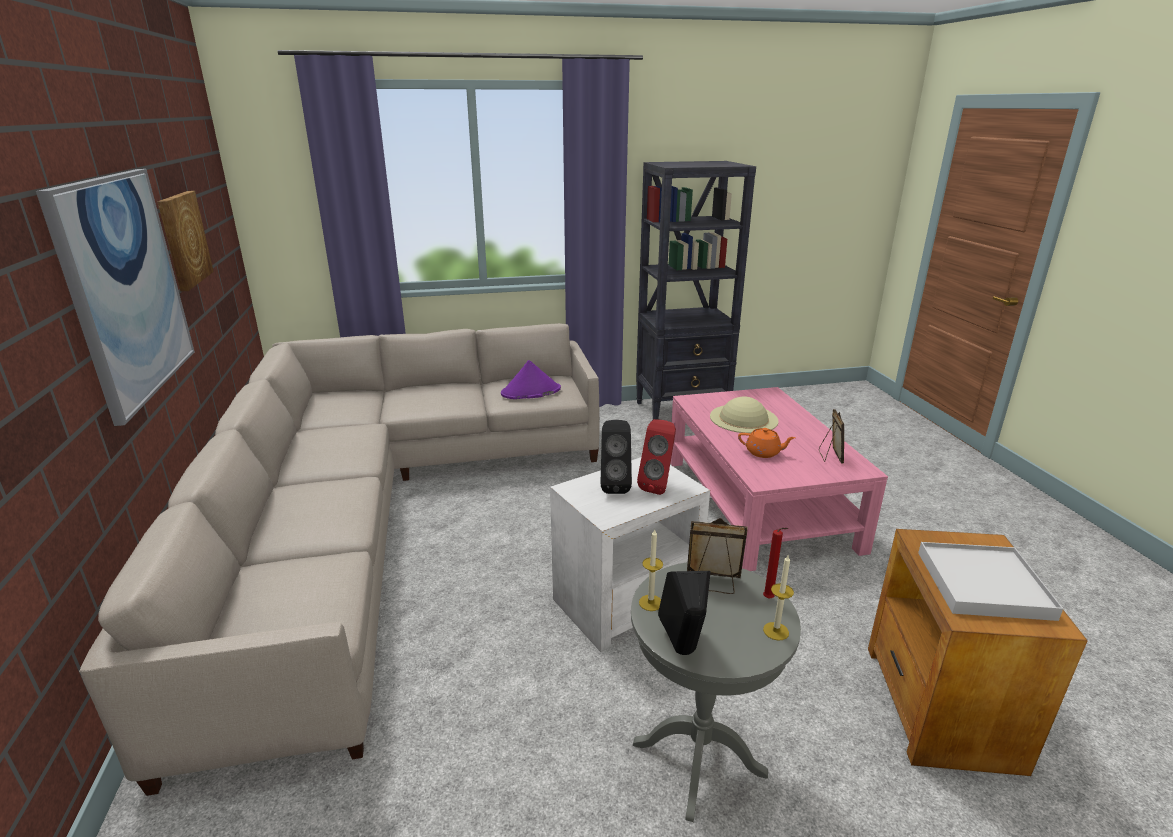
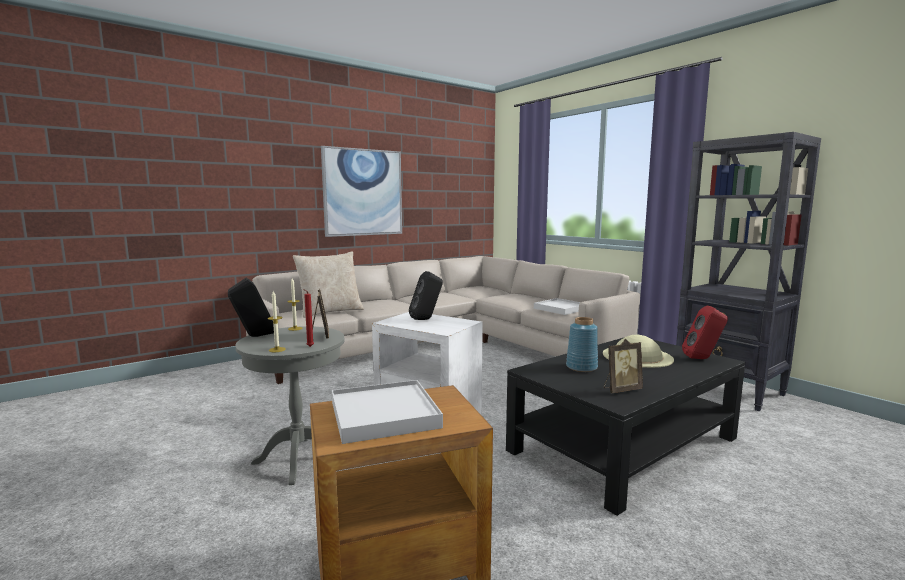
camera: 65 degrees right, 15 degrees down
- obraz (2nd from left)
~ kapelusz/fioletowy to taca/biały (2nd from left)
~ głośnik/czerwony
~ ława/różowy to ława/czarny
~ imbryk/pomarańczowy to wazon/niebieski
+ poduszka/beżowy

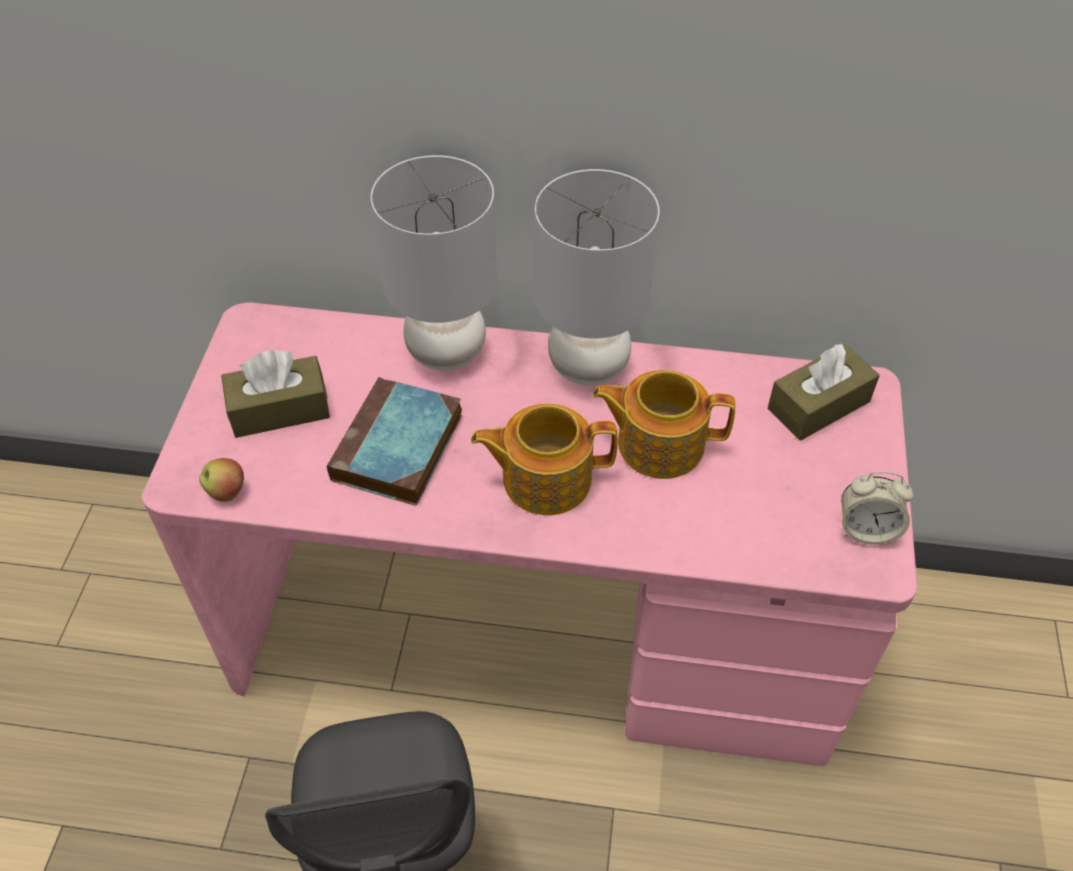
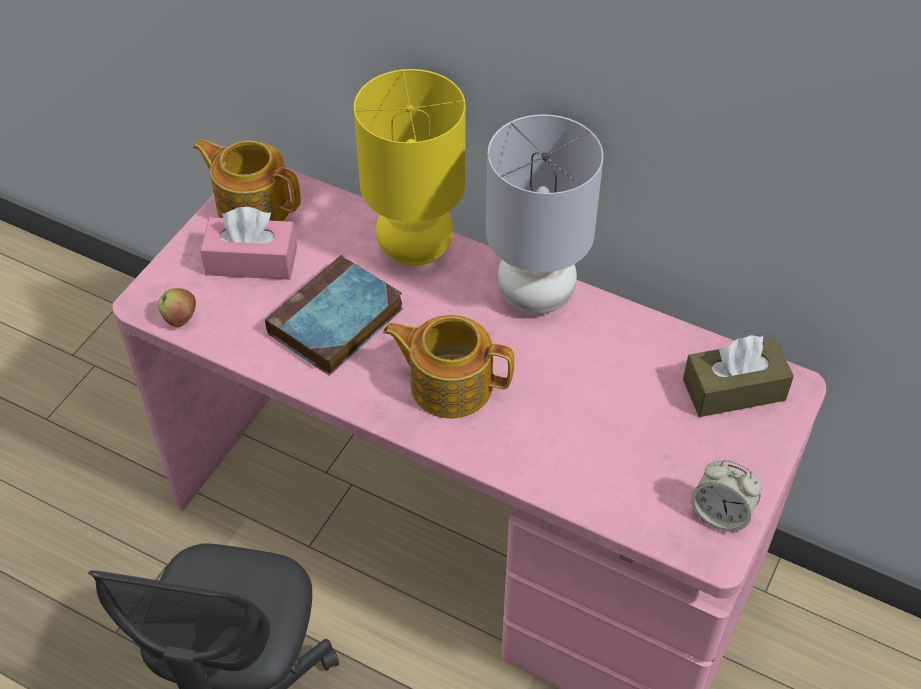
camera: 20 degrees right, 0 degrees up
~ pudełko chusteczek/brązowy (1st from left) to pudełko chusteczek/różowy
~ lampa stołowa/szary (1st from left) to lampa stołowa/żółty
~ imbryk (2nd from left in the first image) to imbryk (1st from left)

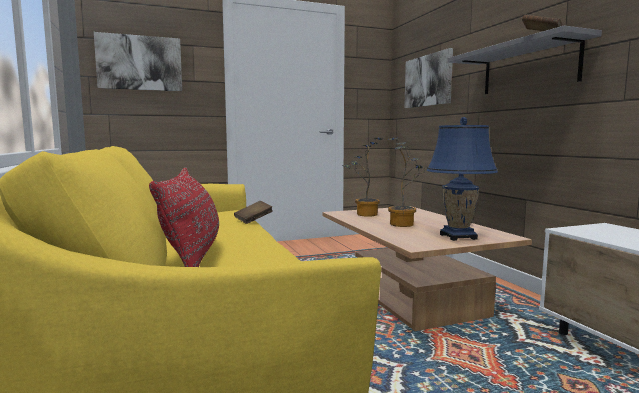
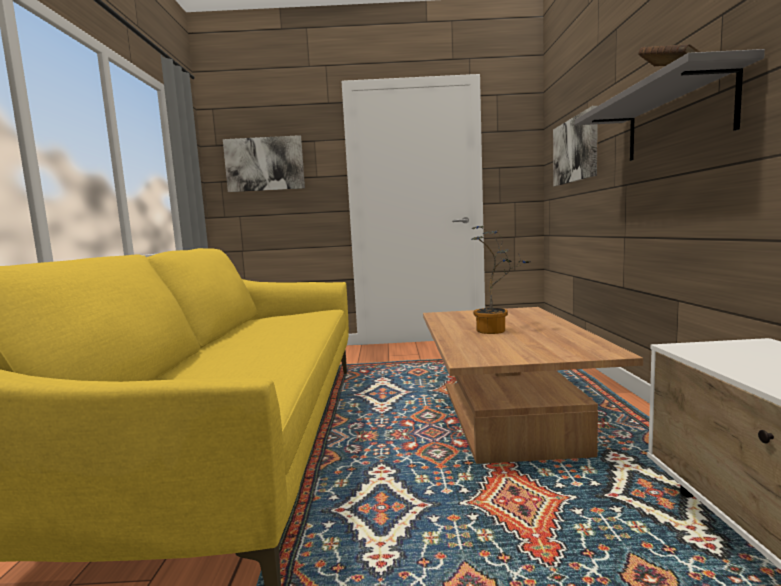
camera: 20 degrees right, 0 degrees up
- poduszka/czerwony
- książka/brązowy (1st from left)
- roślina doniczkowa (1st from left)
- lampa stołowa/niebieski

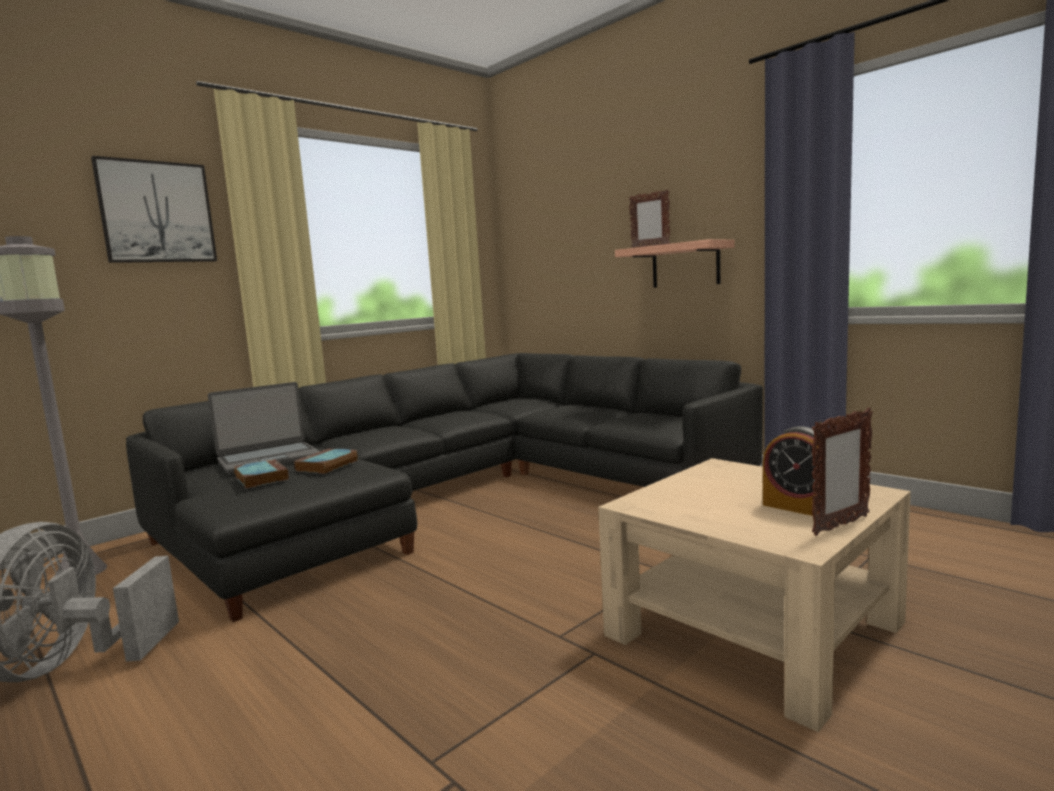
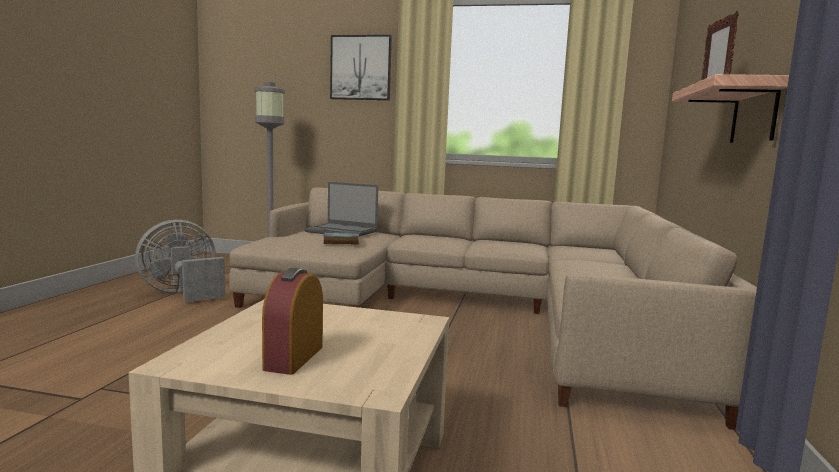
camera: 55 degrees right, 0 degrees up
~ kanapa/czarny to kanapa/beżowy
- książka (1st from left)
- ramka na zdjęcie (2nd from left)

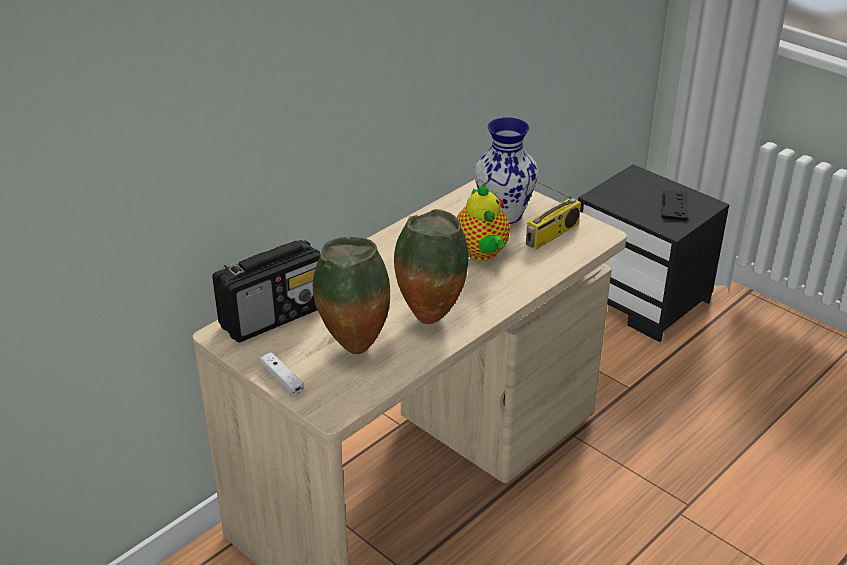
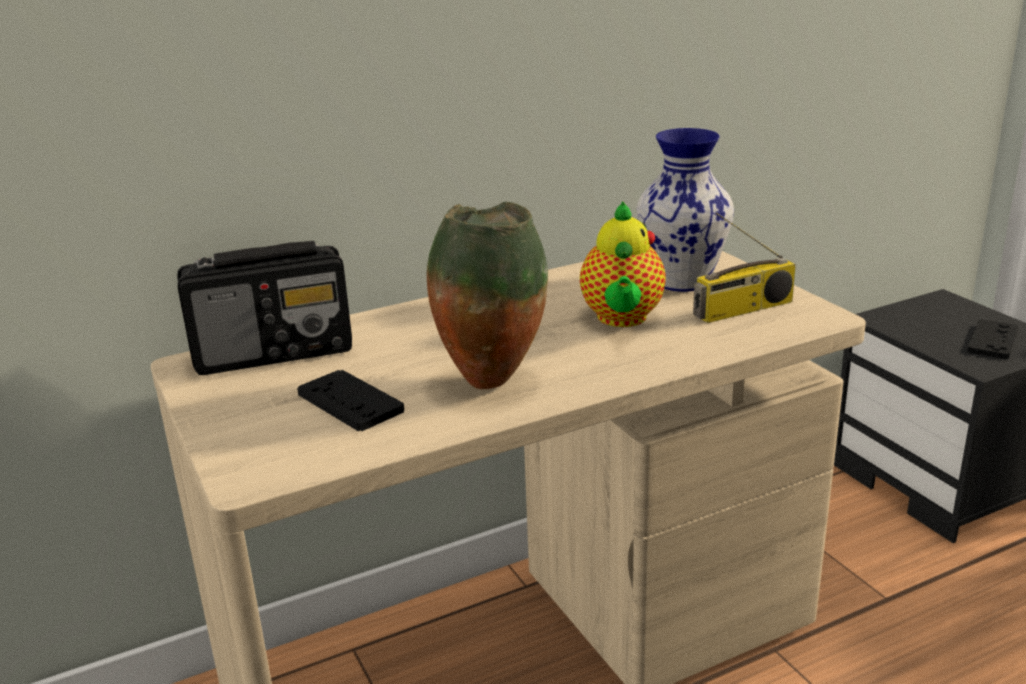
camera: 20 degrees right, 10 degrees down
- pad do gier/biały
~ wazon (1st from left) to pad do gier/czarny (1st from left)

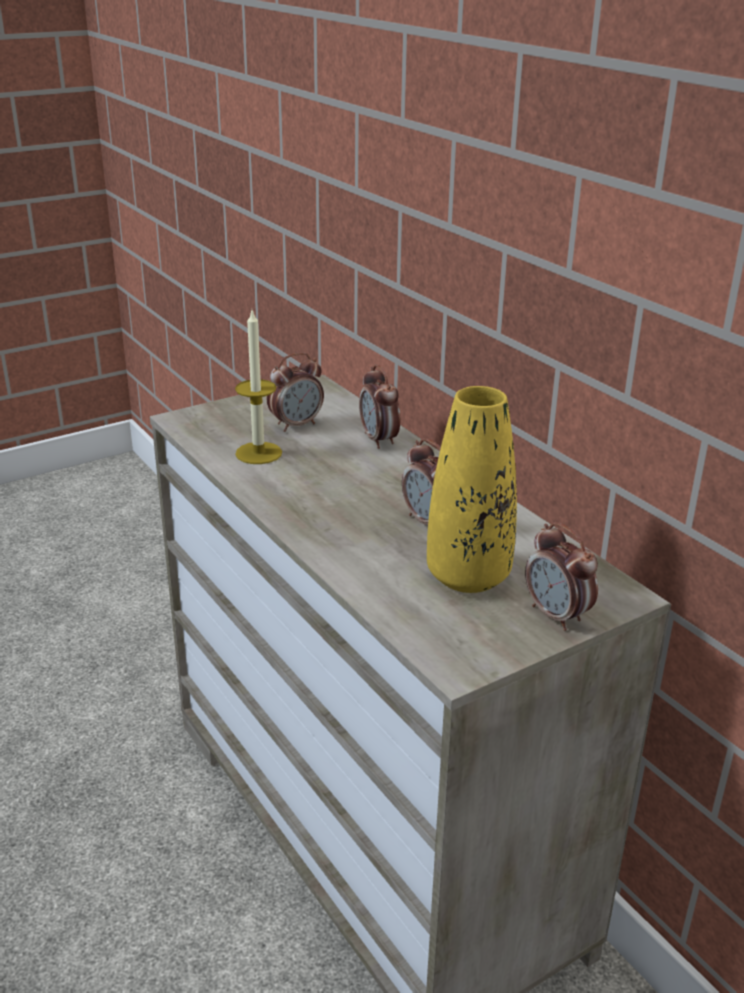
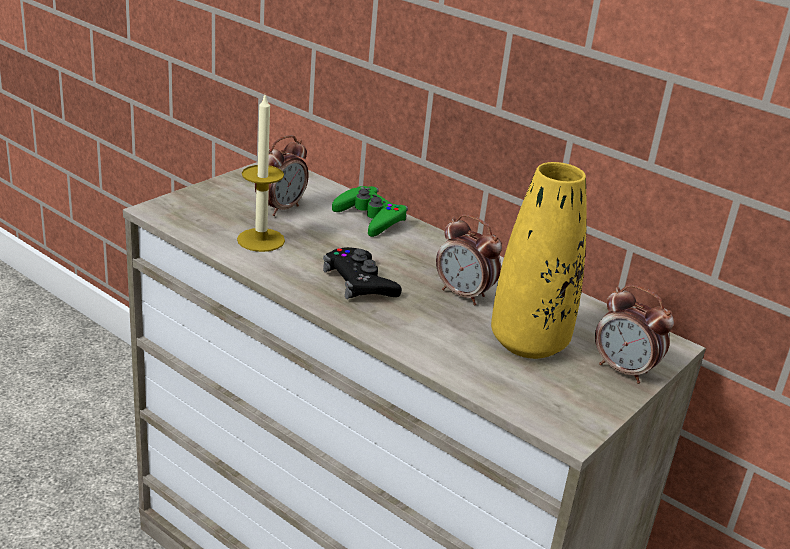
camera: 20 degrees left, 0 degrees up
~ budzik (2nd from left) to pad do gier/zielony
+ pad do gier/czarny

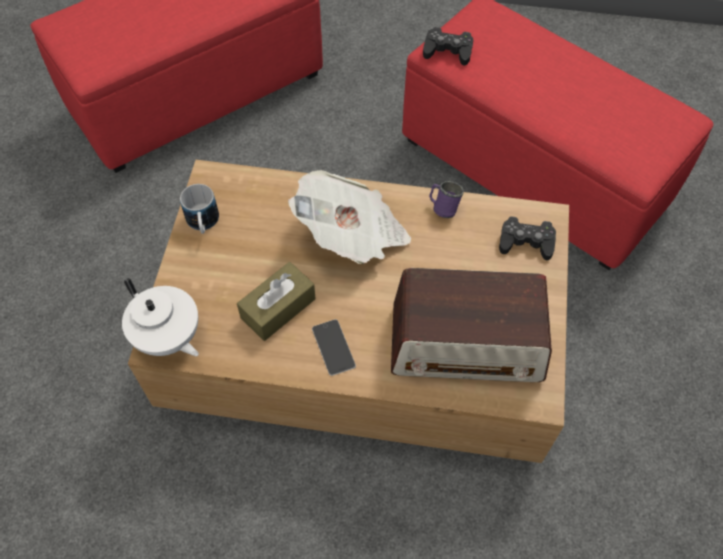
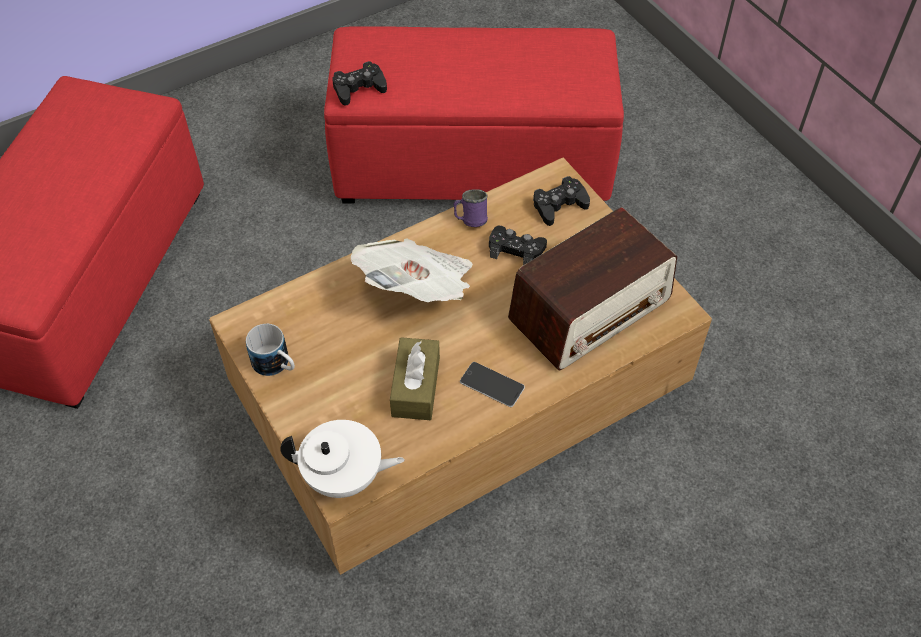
camera: 40 degrees left, 5 degrees down
+ pad do gier/czarny (2nd from left)

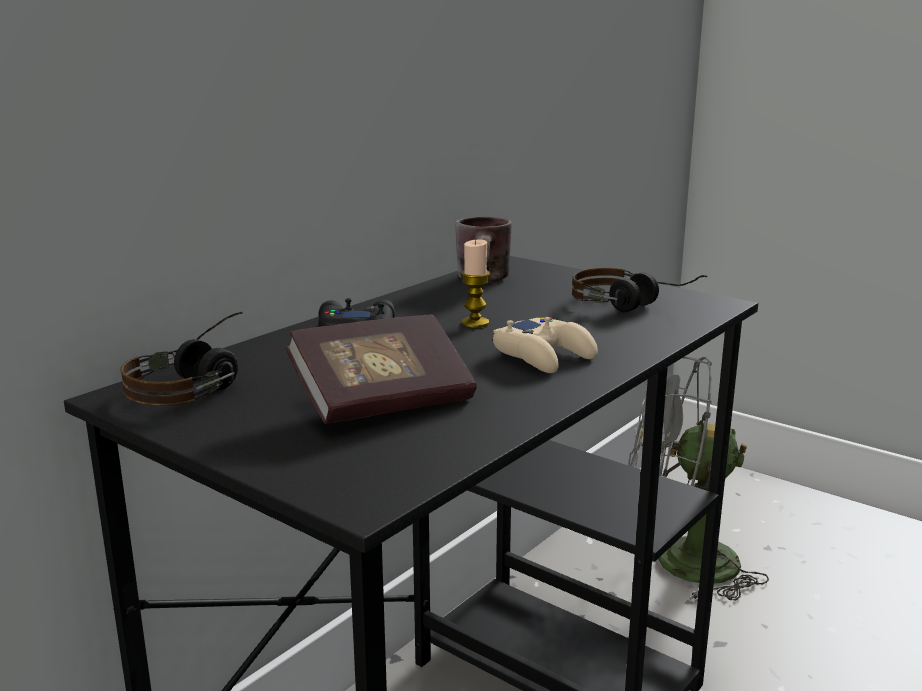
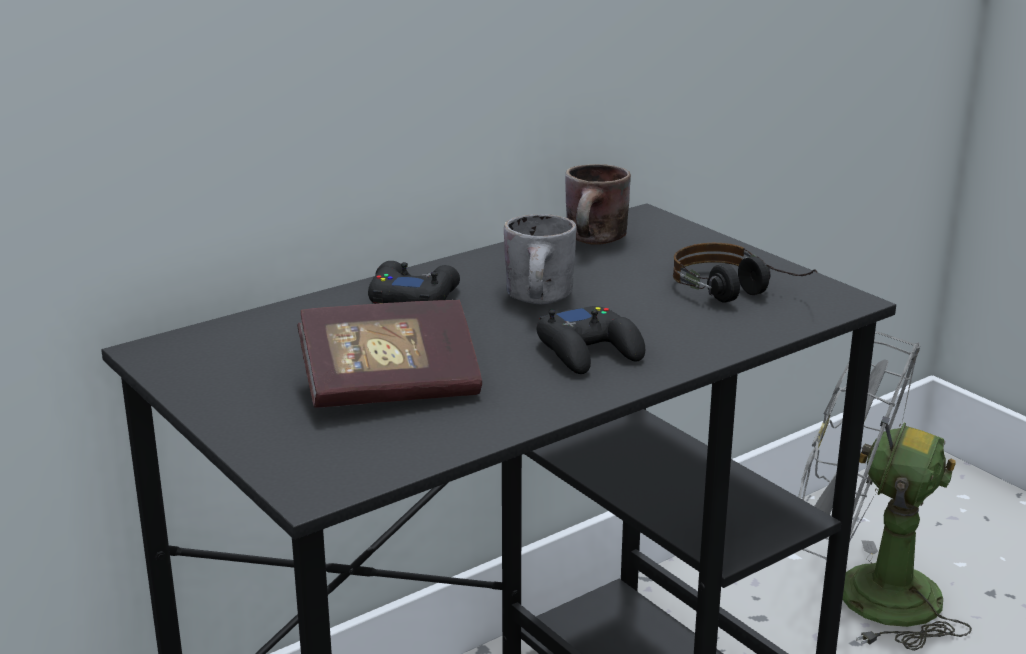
camera: 15 degrees right, 5 degrees up
- słuchawki (1st from left)
~ świeca to kubek/szary
~ pad do gier/beżowy to pad do gier/czarny (2nd from left)

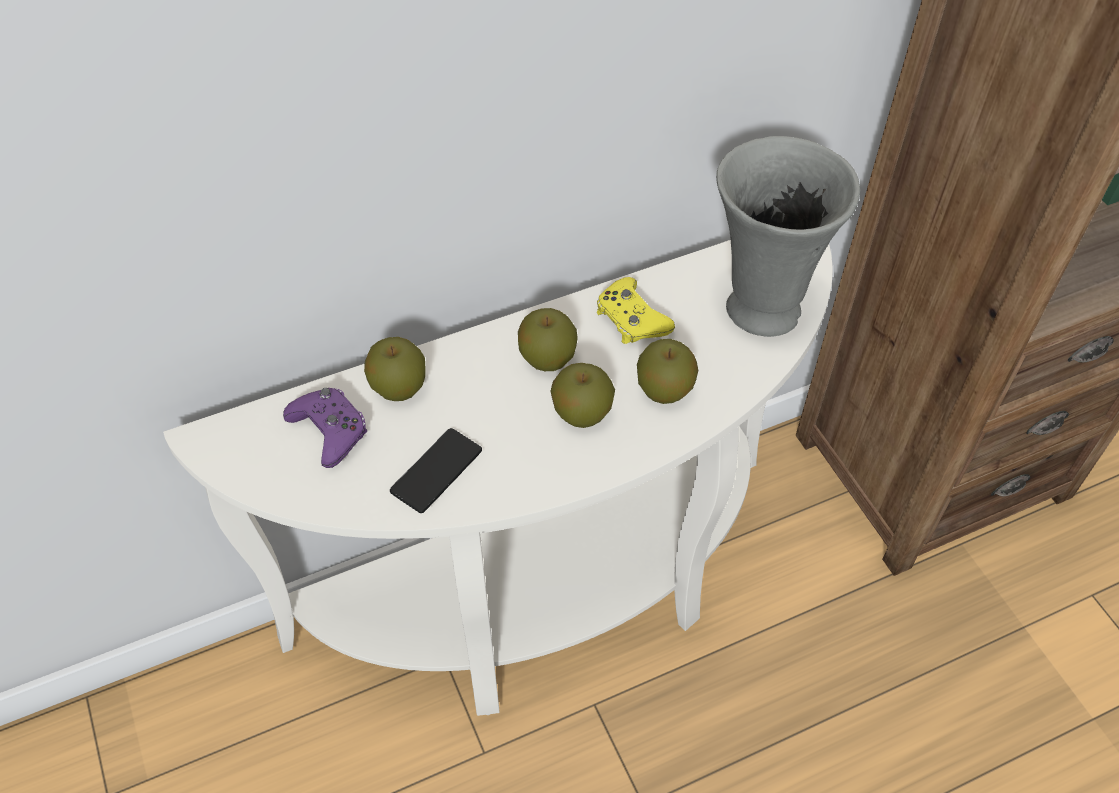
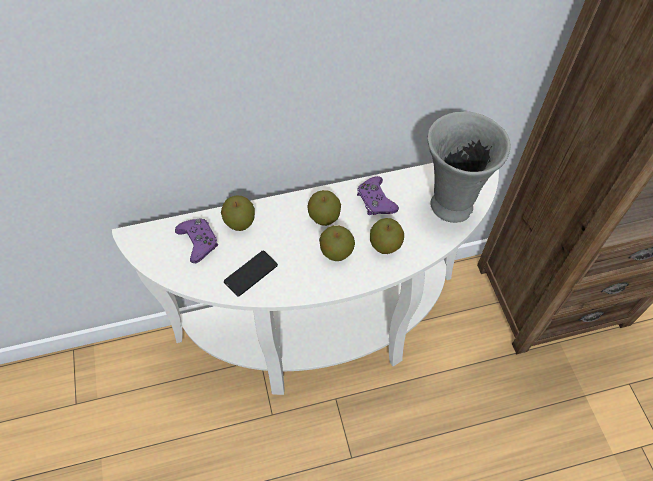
camera: 10 degrees right, 5 degrees up
~ pad do gier/żółty to pad do gier/fioletowy (2nd from left)

